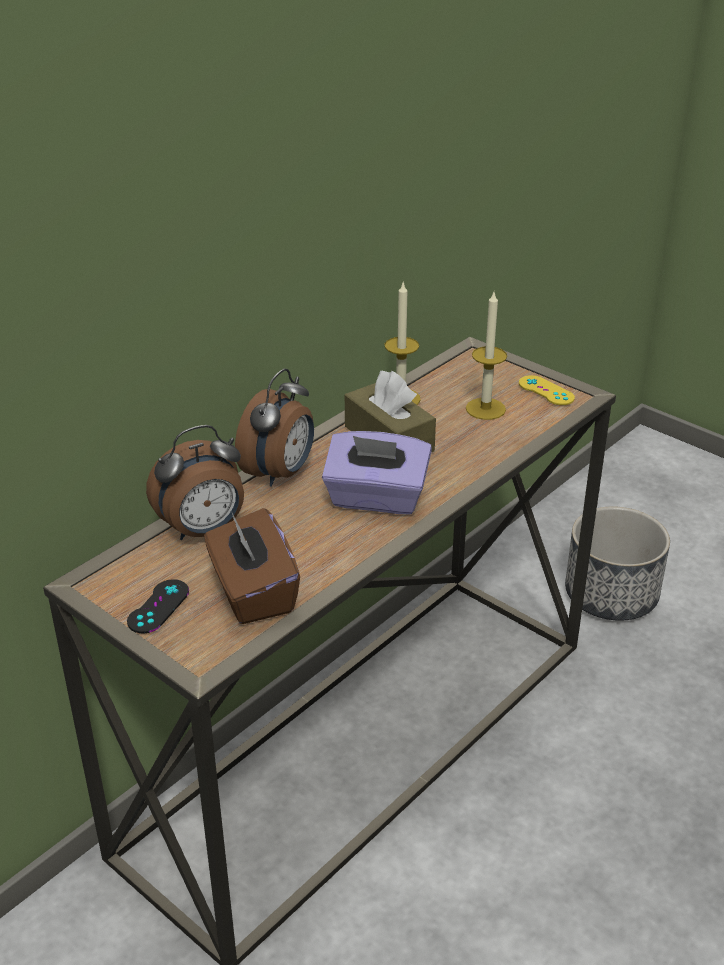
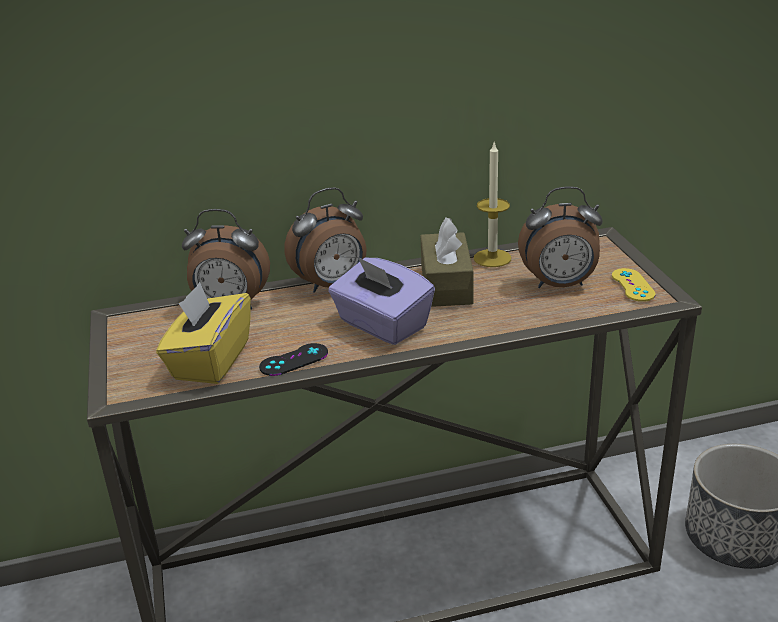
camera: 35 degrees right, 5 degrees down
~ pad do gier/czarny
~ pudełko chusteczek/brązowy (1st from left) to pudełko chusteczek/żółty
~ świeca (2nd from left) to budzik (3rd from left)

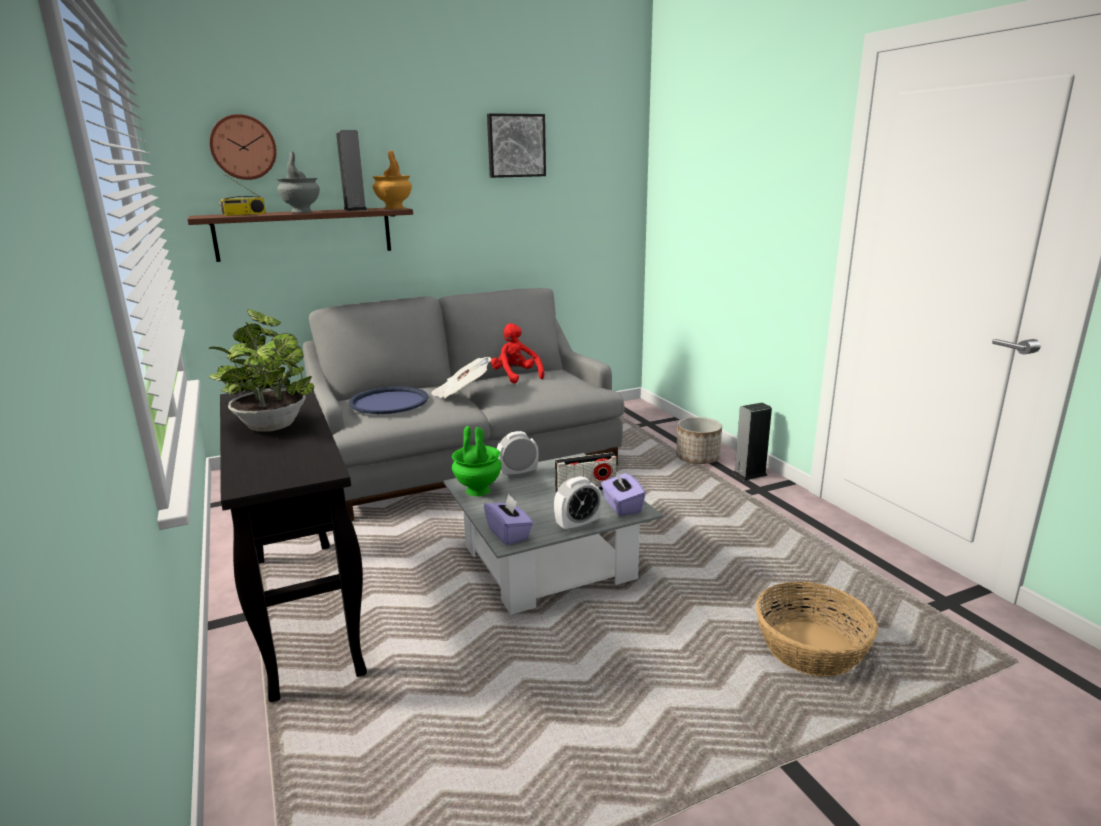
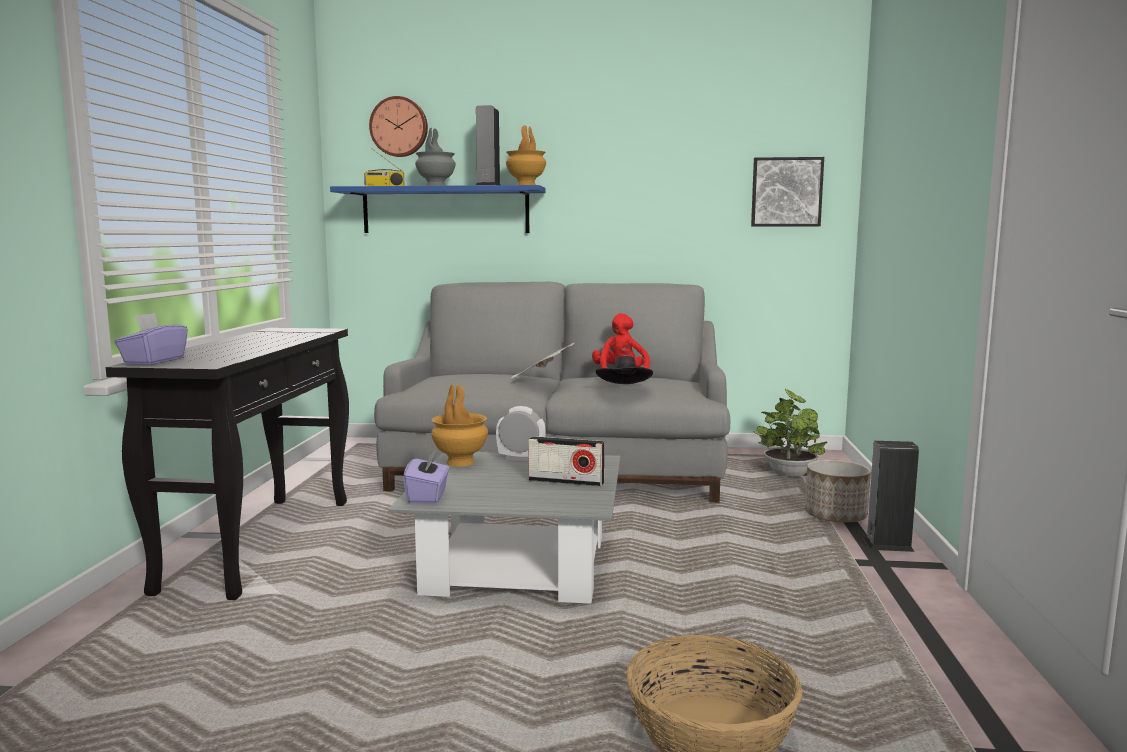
camera: 30 degrees right, 10 degrees down
~ półka/brązowy to półka/niebieski
~ roślina doniczkowa
- taca/niebieski
~ wazon/zielony to wazon/brązowy (1st from left)
~ obraz
- budzik (2nd from left)
~ pudełko chusteczek/fioletowy (2nd from left in the first image) to pudełko chusteczek/fioletowy (1st from left)
+ kapelusz/czarny

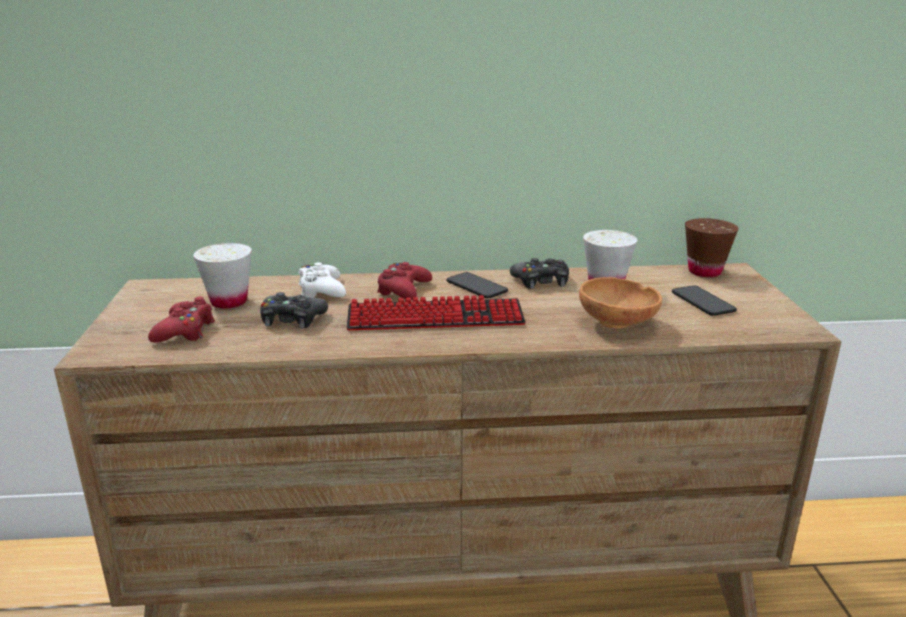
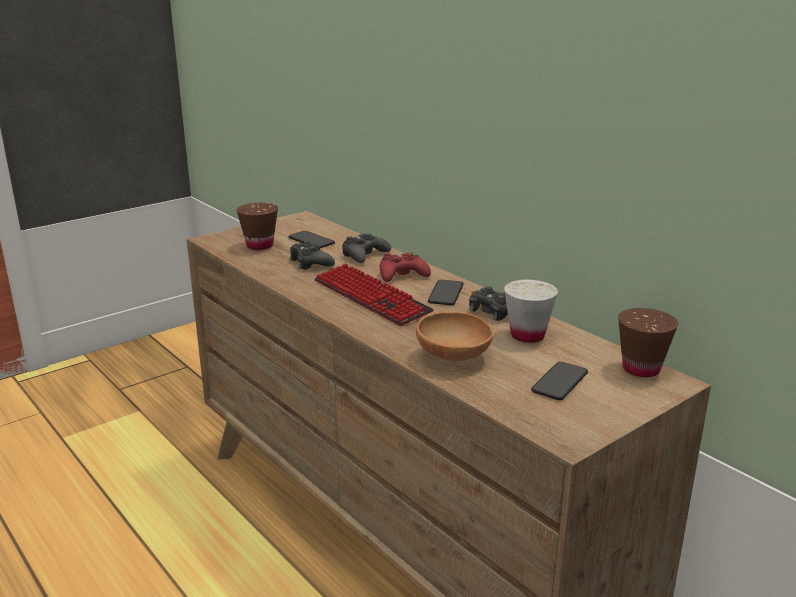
camera: 55 degrees right, 0 degrees up
~ pad do gier/czerwony (1st from left) to filiżanka/brązowy (1st from left)
~ filiżanka/biały (1st from left) to telefon (1st from left)
~ pad do gier/biały to pad do gier/czarny (2nd from left)

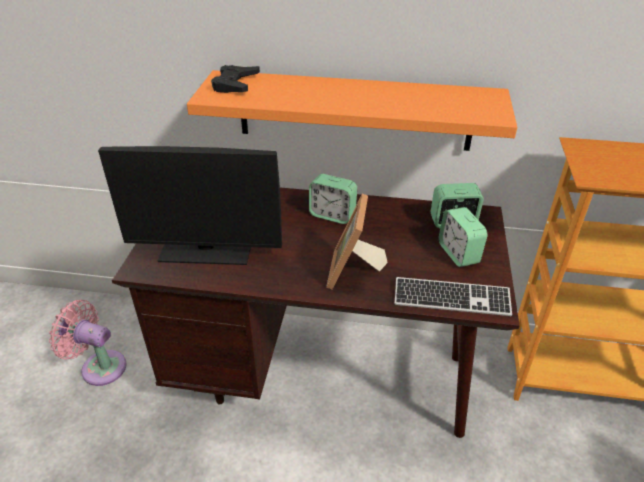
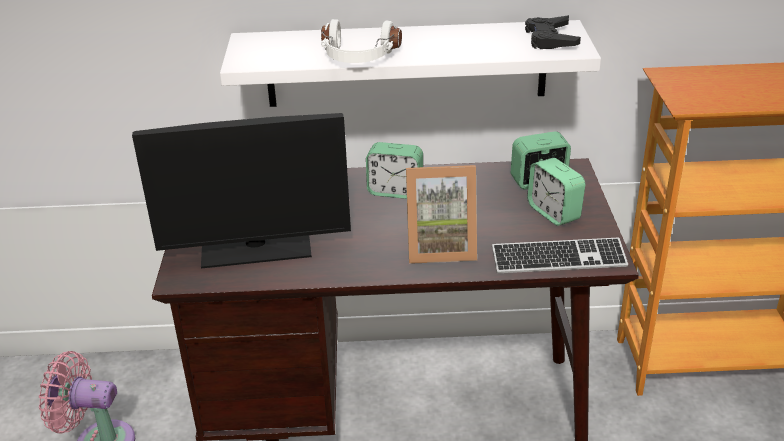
camera: 10 degrees left, 5 degrees down
~ półka/pomarańczowy to półka/biały
~ pad do gier/czarny
~ ramka na zdjęcie 90 degrees counterclockwise
+ słuchawki/biały

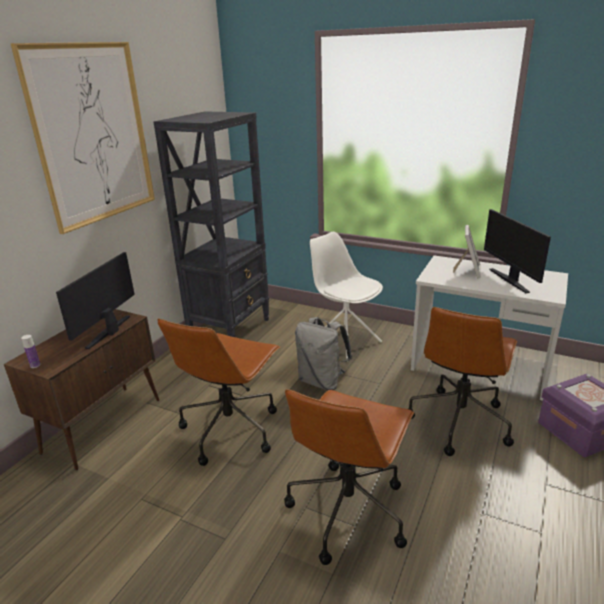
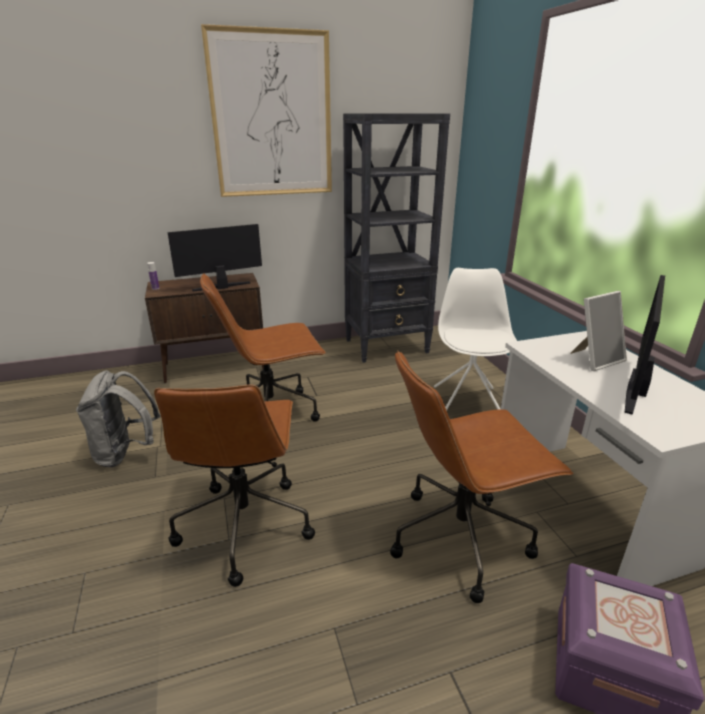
camera: 45 degrees right, 0 degrees up
~ krzesło biurowe/brązowy (2nd from left in the first image) 75 degrees counterclockwise
~ plecak/szary

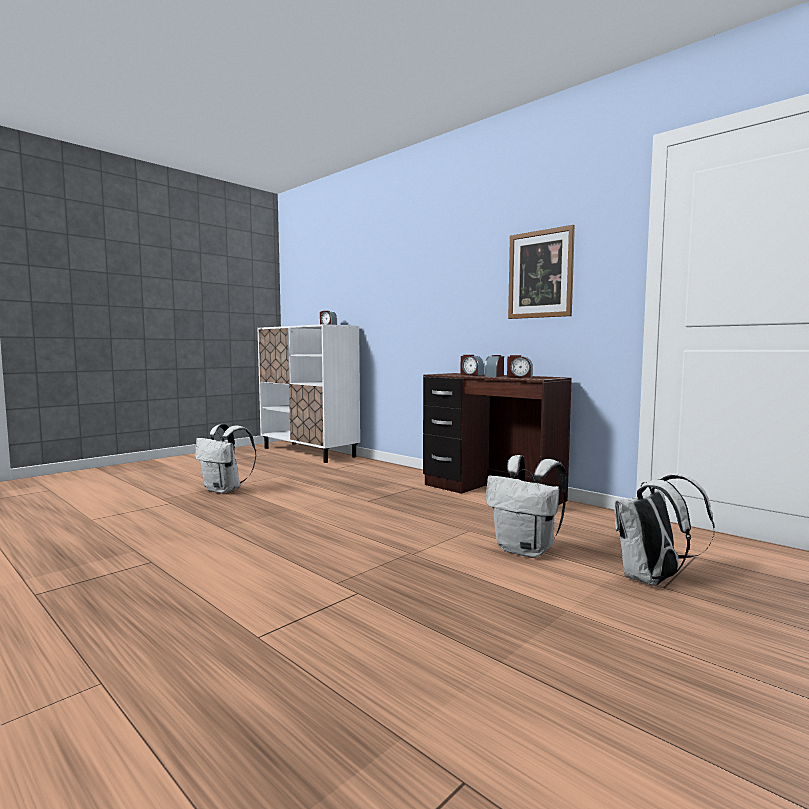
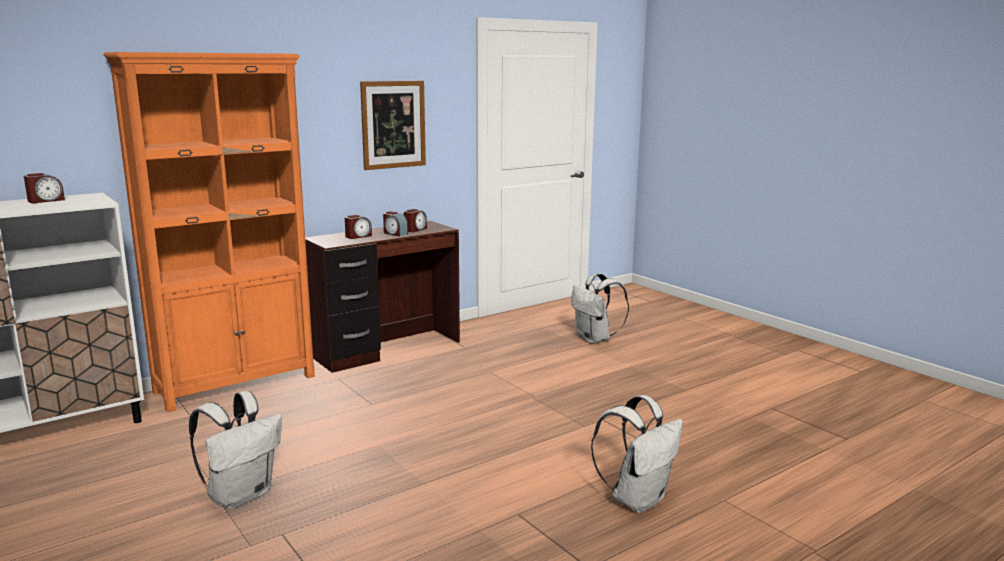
camera: 80 degrees left, 10 degrees up
~ plecak/biały (2nd from left in the first image) to plecak/biały (3rd from left)
+ regał/pomarańczowy

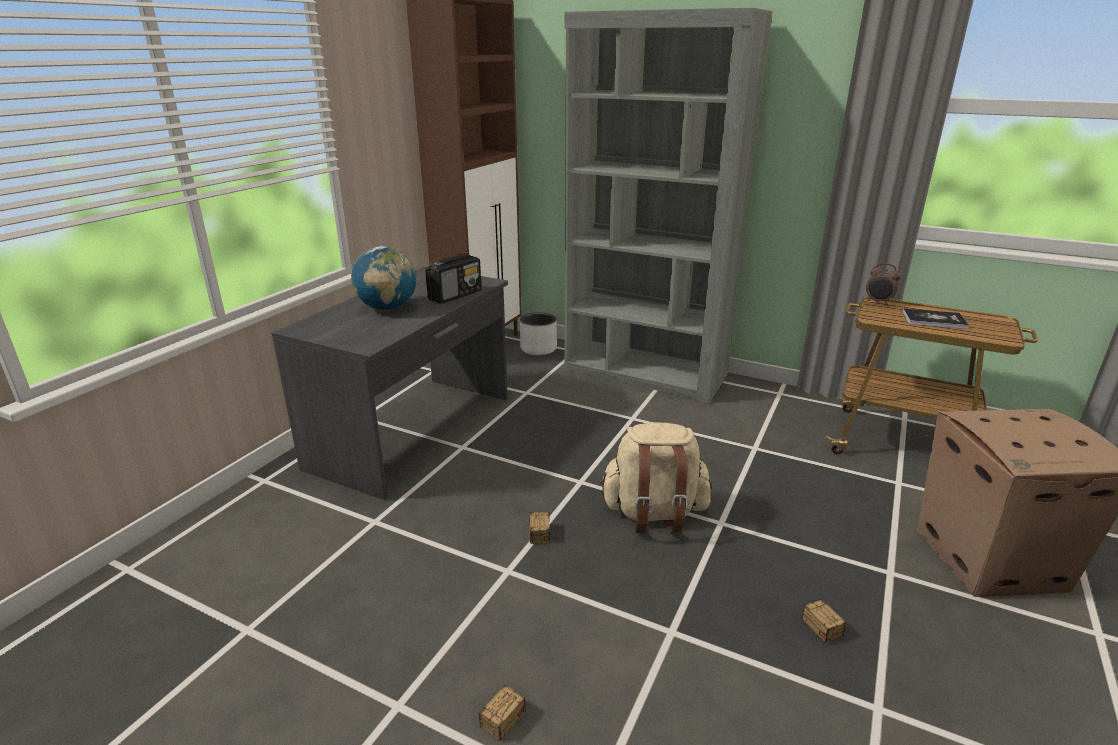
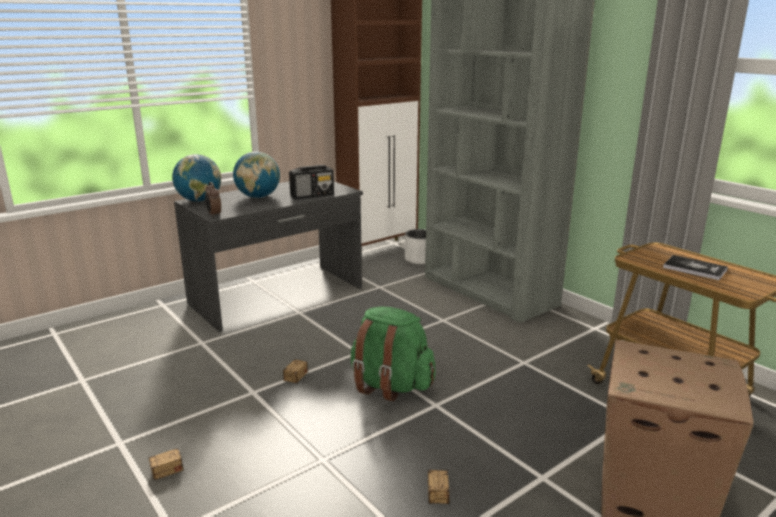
camera: 25 degrees right, 5 degrees down
~ plecak/beżowy to plecak/zielony
~ budzik
+ globus (1st from left)

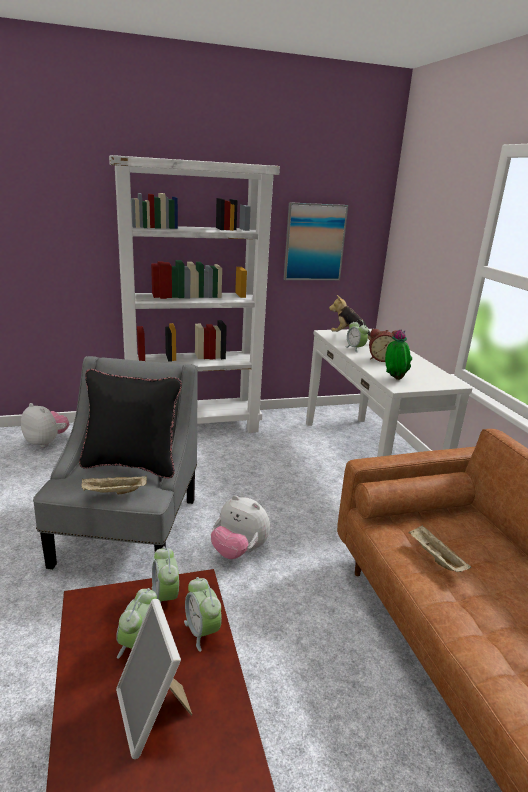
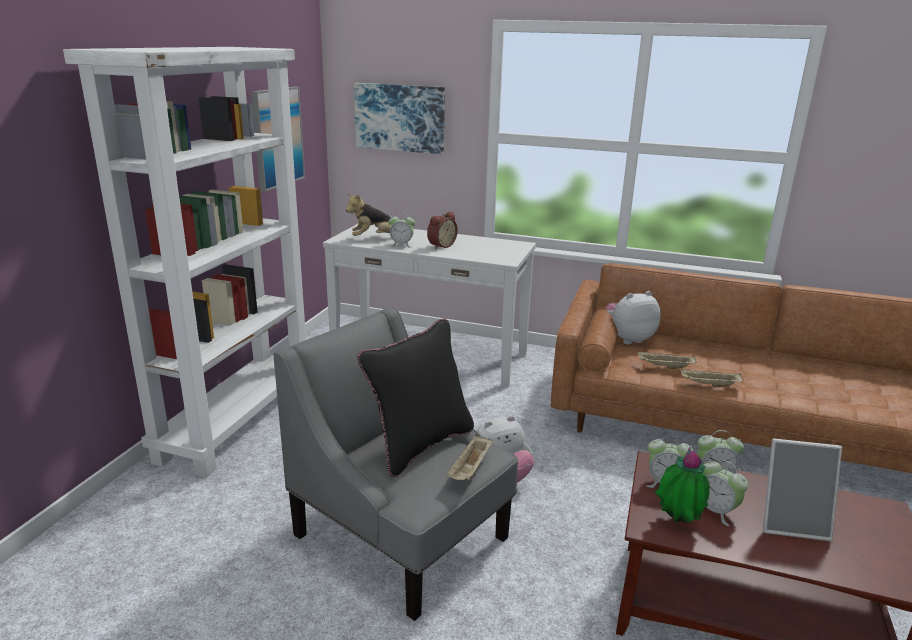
camera: 55 degrees left, 0 degrees up
~ pluszak (1st from left in the first image) to pluszak (3rd from left)
~ roślina doniczkowa
+ obraz (2nd from left)
+ taca/beżowy (3rd from left)

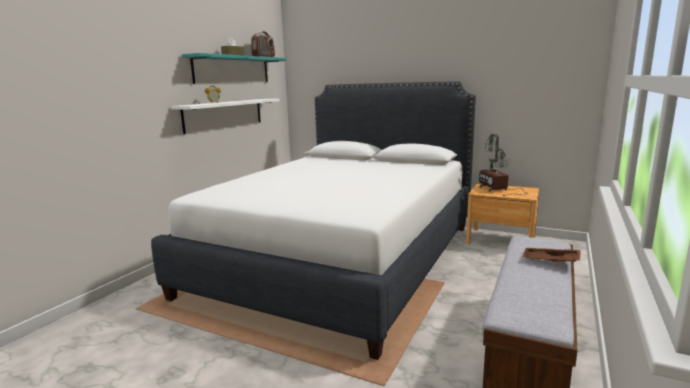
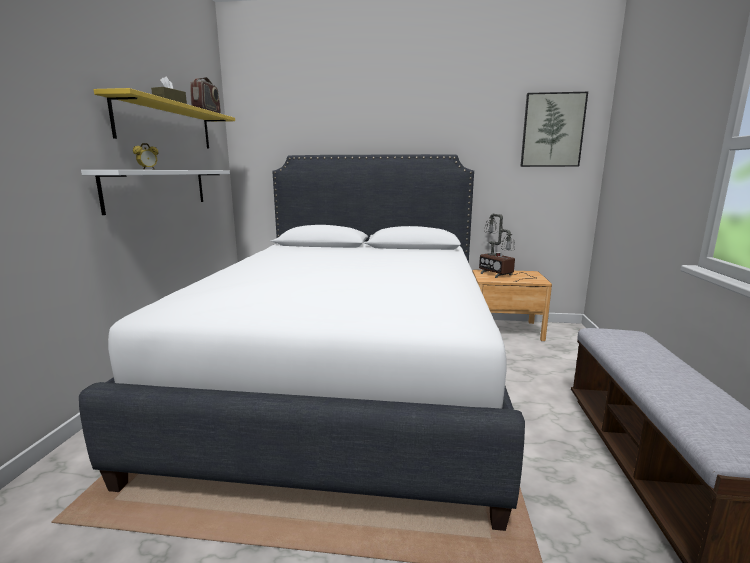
camera: 20 degrees left, 0 degrees up
~ półka/turkusowy to półka/żółty
- taca/brązowy
+ obraz

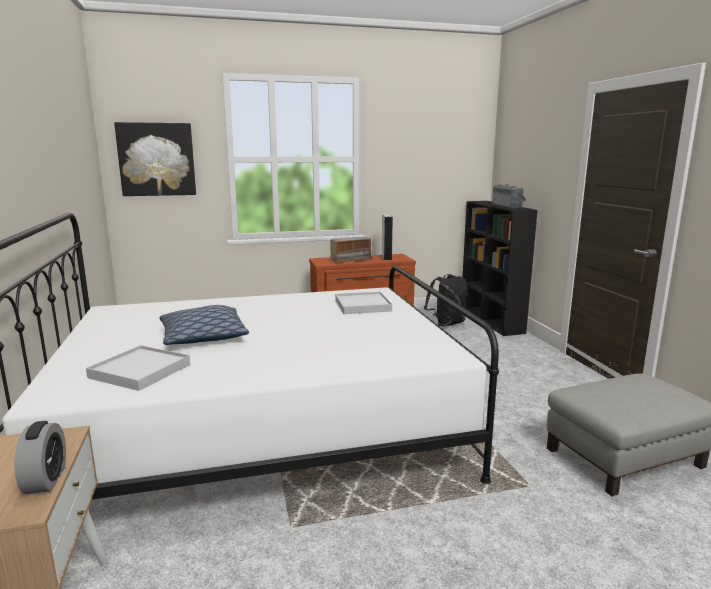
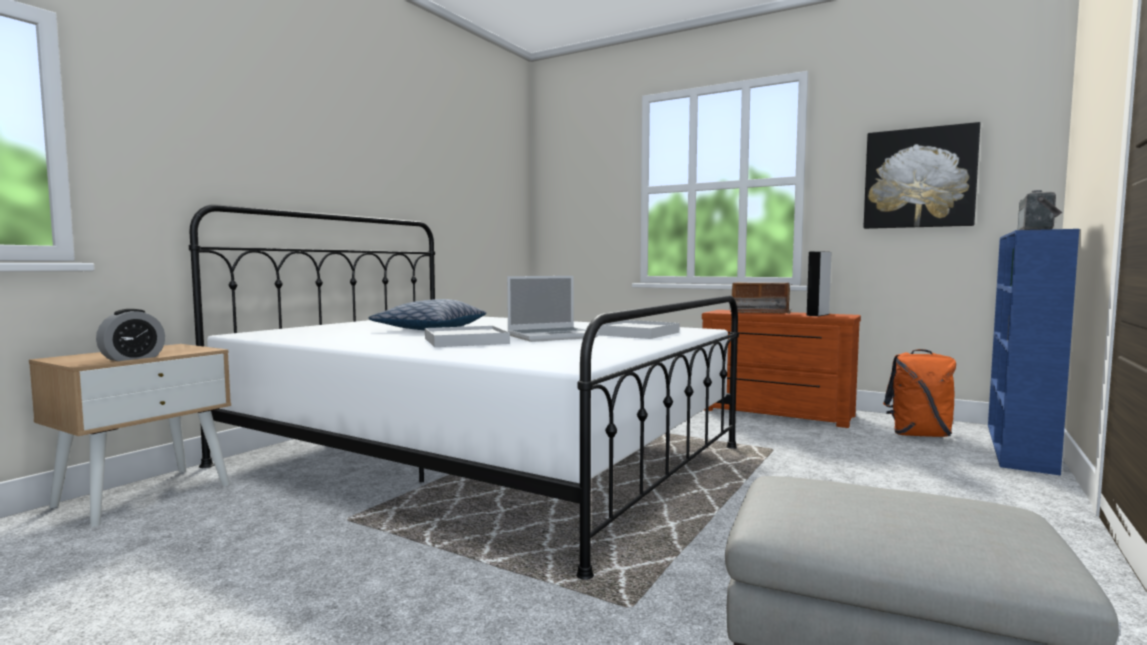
camera: 45 degrees right, 10 degrees down
~ taca/biały (1st from left)
~ obraz
~ plecak/czarny to plecak/pomarańczowy
~ regał/czarny to regał/niebieski
+ laptop

